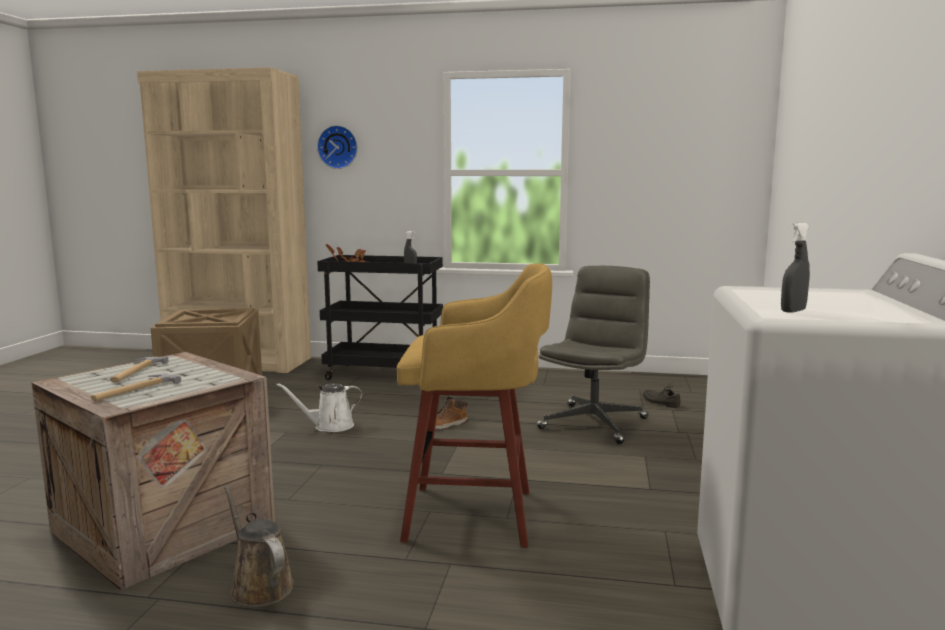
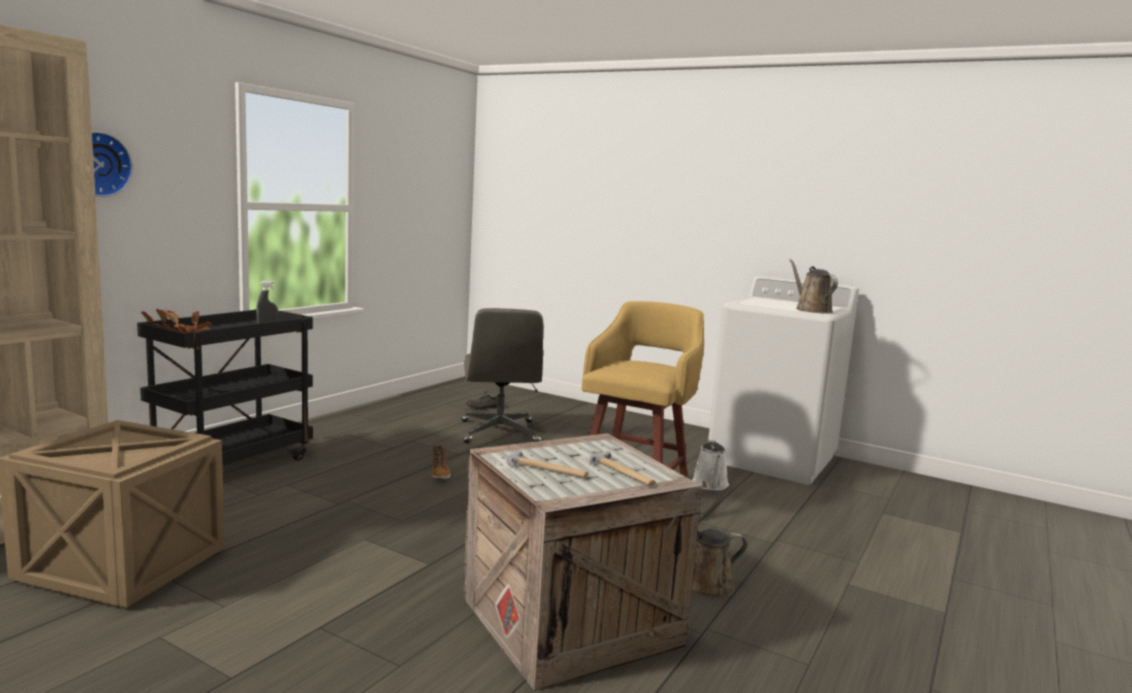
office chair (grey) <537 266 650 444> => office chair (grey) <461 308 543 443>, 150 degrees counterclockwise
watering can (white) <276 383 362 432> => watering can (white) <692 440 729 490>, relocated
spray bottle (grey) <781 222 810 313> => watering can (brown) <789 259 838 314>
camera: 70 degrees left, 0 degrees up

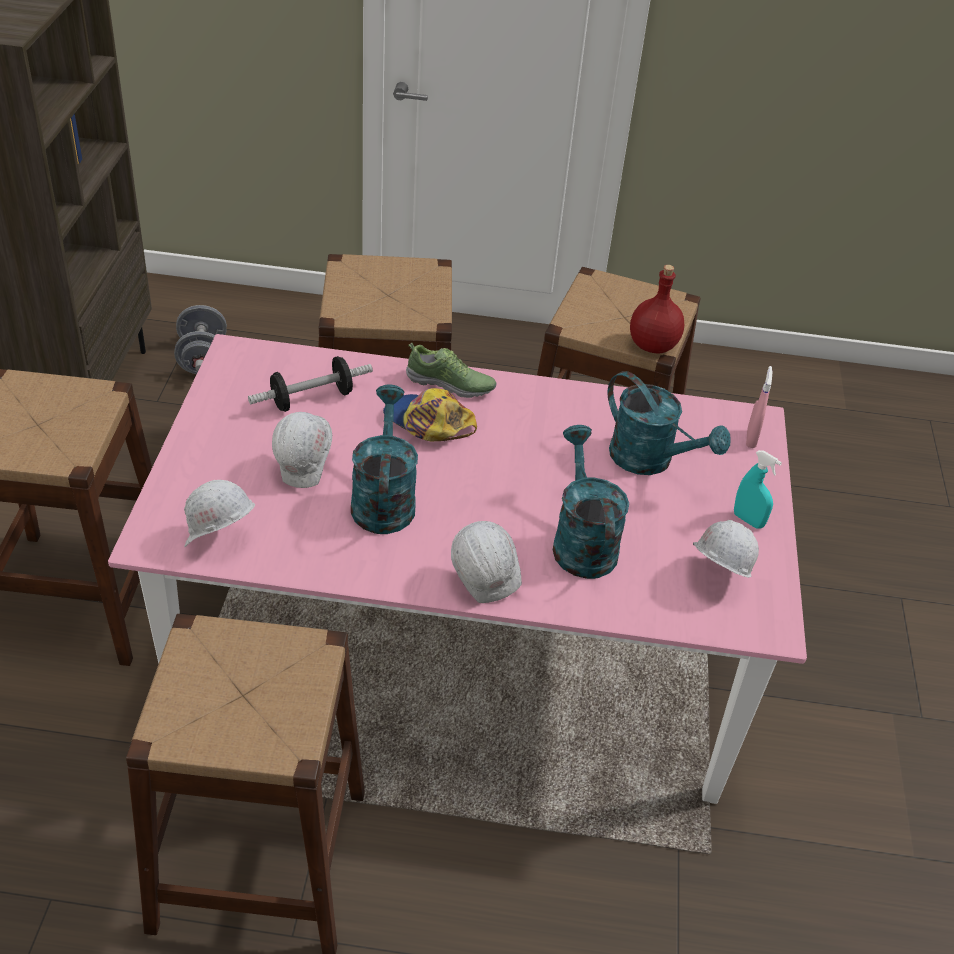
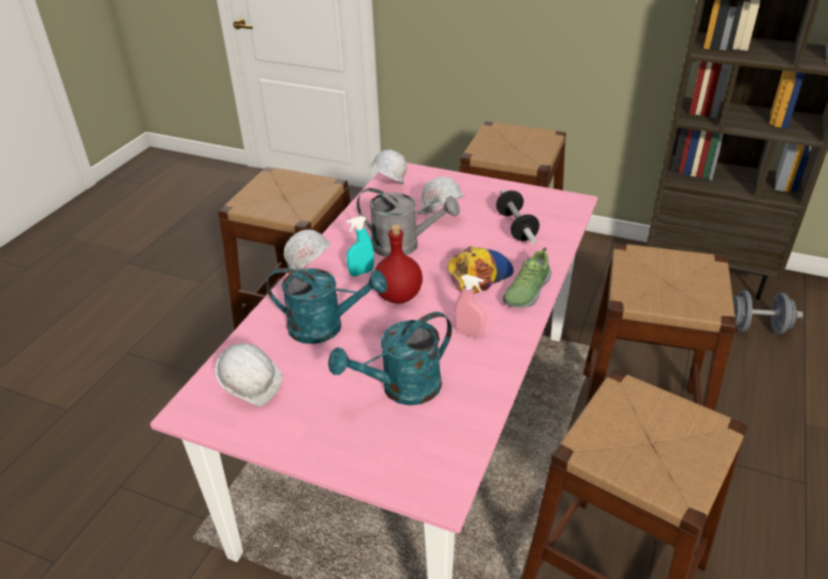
spray bottle (turquoise) <734 450 782 529> => spray bottle (turquoise) <346 216 374 276>, relocated
watering can (turquoise) <351 384 418 534> => watering can (grey) <357 188 460 257>
bottle (red) <630 265 684 354> => bottle (red) <375 224 423 304>, relocated
spray bottle (pink) <746 366 772 448> => spray bottle (pink) <455 274 486 339>, relocated
camera: 110 degrees right, 5 degrees down

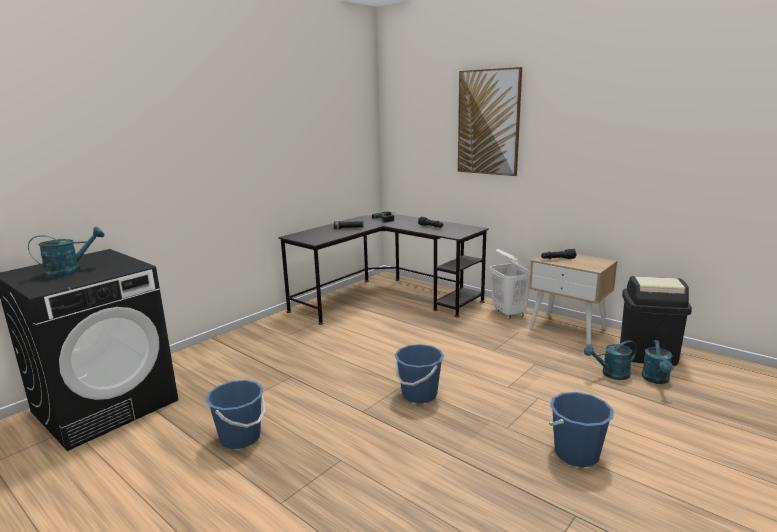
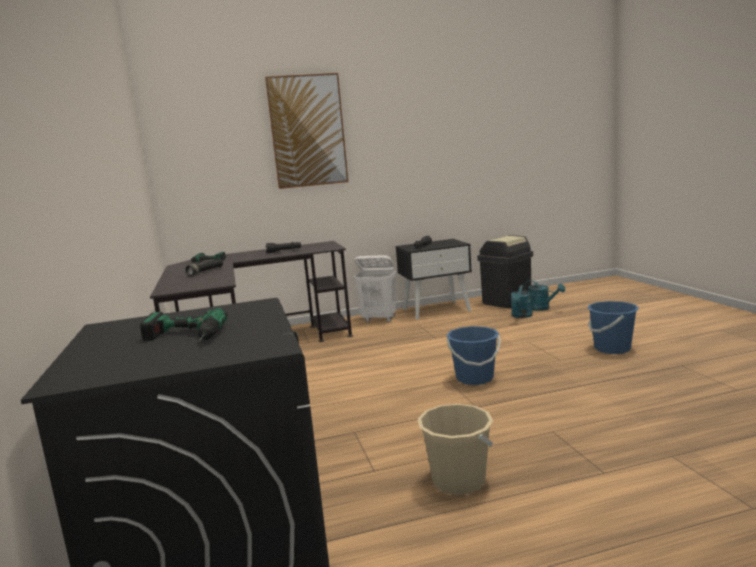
watering can (turquoise) <28 227 105 278> => power drill <140 307 227 342>
nightstand (beige) <529 250 617 344> => nightstand (black) <396 239 472 320>
bucket (blue) <205 380 265 449> => bucket (beige) <418 404 493 495>
camera: 55 degrees left, 5 degrees down

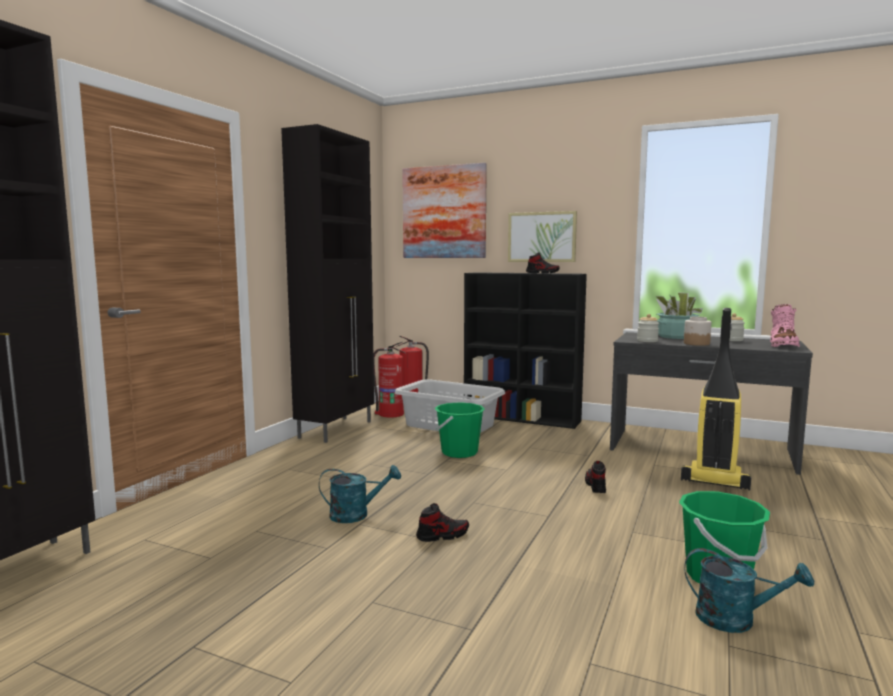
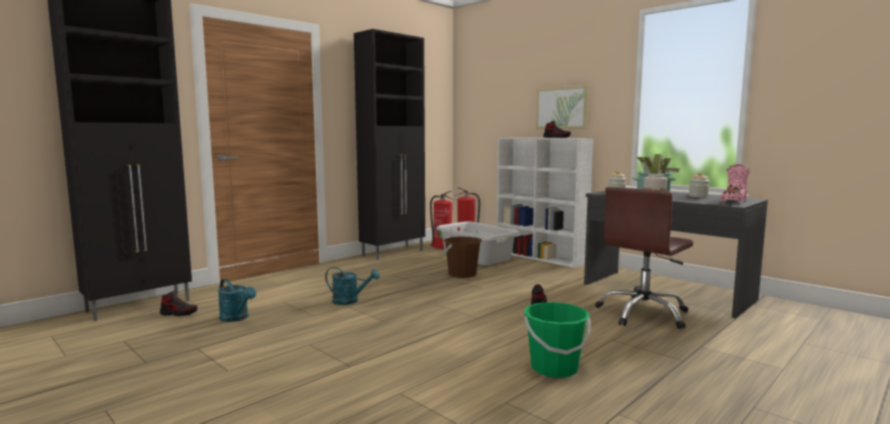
shoe <416 503 469 542> => shoe <160 291 197 316>, relocated
watering can (turquoise) <684 548 814 633> => watering can (turquoise) <218 279 256 322>, relocated
bucket (green) <435 402 485 458> => bucket (brown) <444 237 482 278>
bookcase (black) <464 272 587 429> => bookcase (white) <496 138 593 268>
vacuum cleaner <681 308 751 491> => office chair (brown) <595 187 693 329>
picture <402 163 487 258> => nothing
camera: 20 degrees right, 0 degrees up

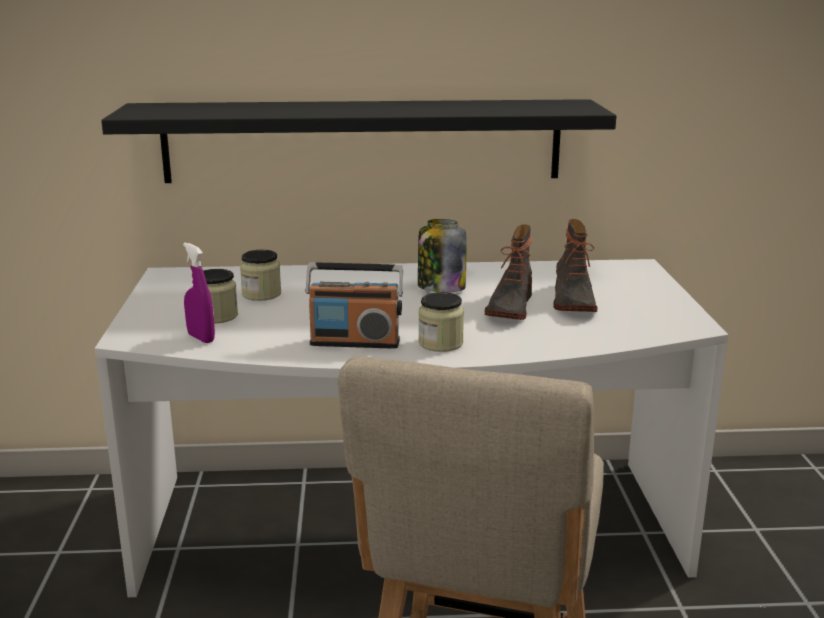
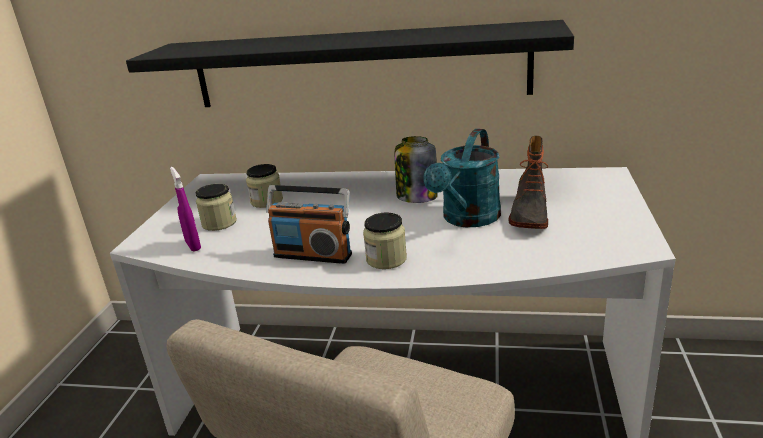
boot <485 225 532 320> => watering can (turquoise) <423 129 501 227>
camera: 15 degrees right, 5 degrees up

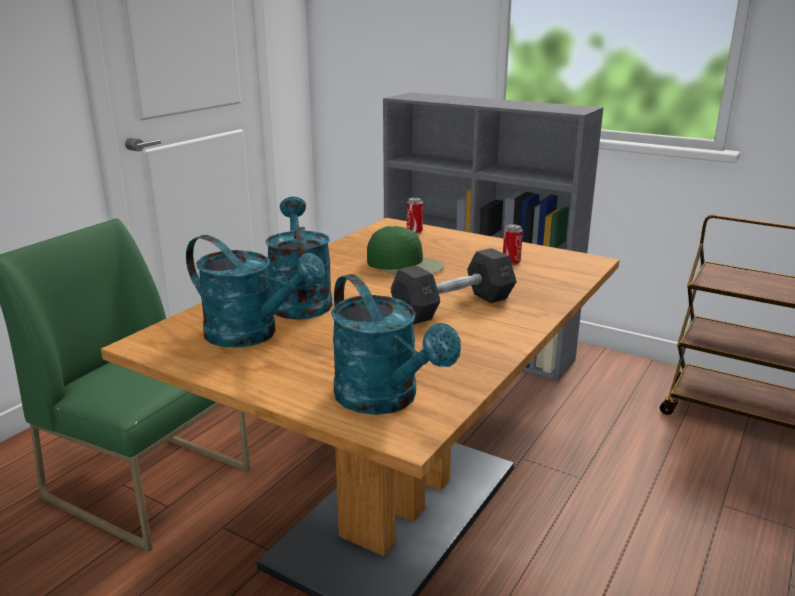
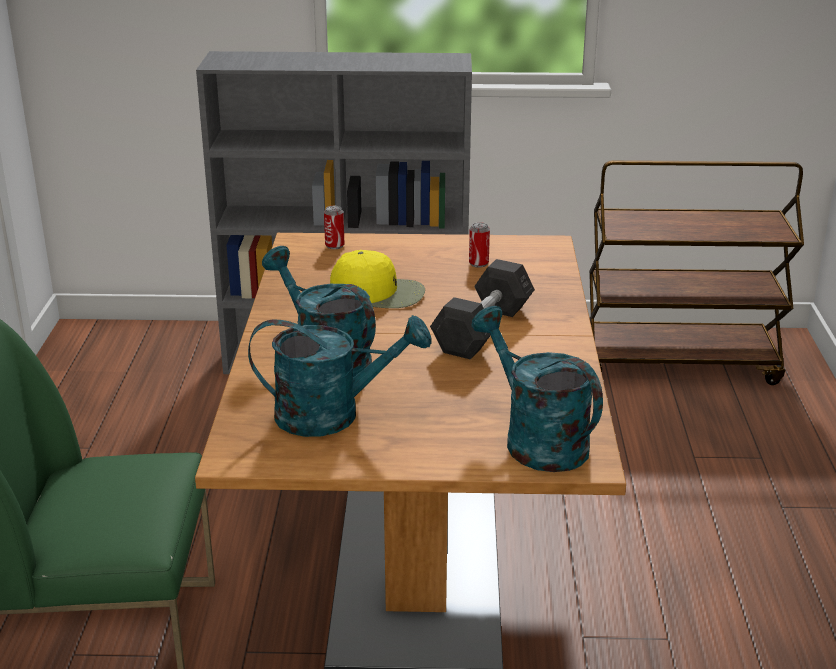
cap (green) <367 226 444 275> => cap (yellow) <330 250 425 308>
watering can (turquoise) <331 274 461 415> => watering can (turquoise) <471 306 603 472>, 150 degrees counterclockwise
camera: 30 degrees left, 5 degrees up

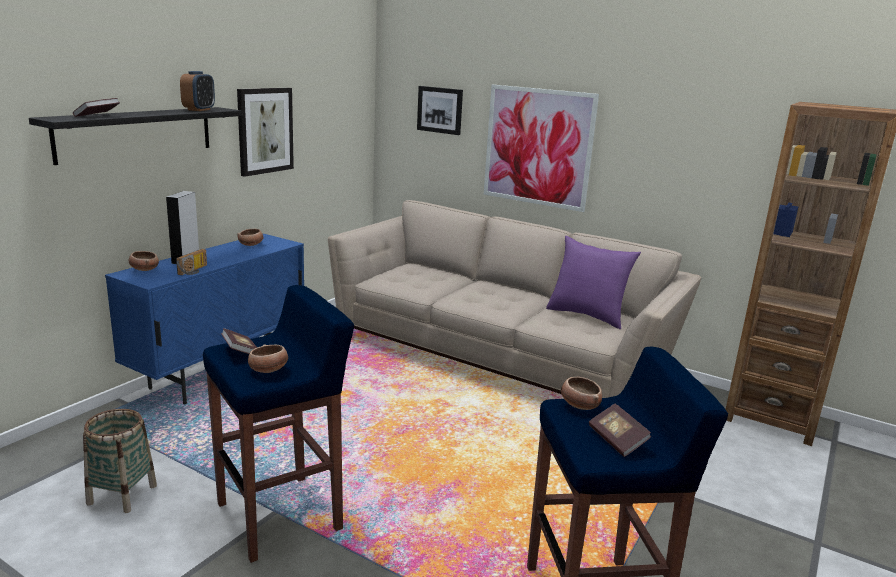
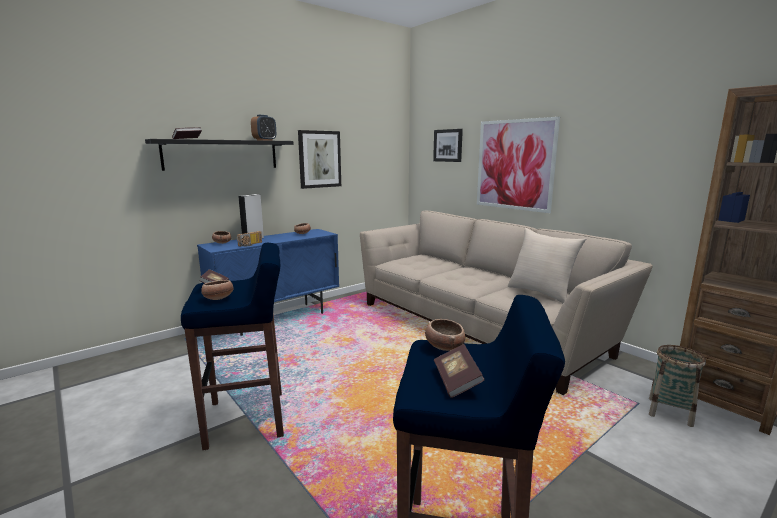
pillow (purple) <546 236 641 329> => pillow (beige) <508 228 586 303>
basket <83 409 157 513> => basket <649 345 706 427>, relocated
camera: 20 degrees right, 5 degrees down

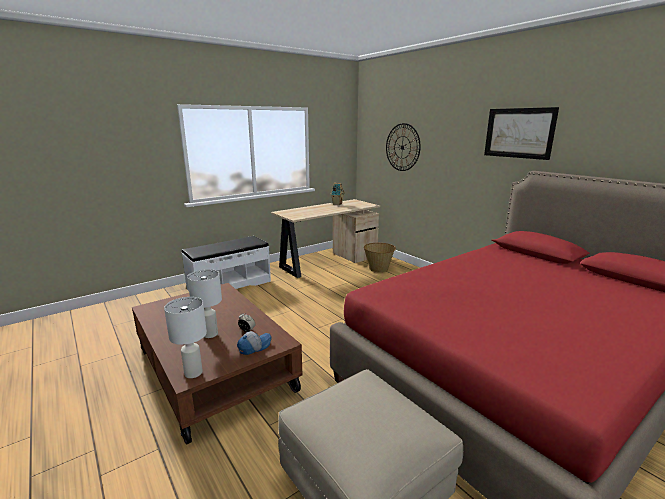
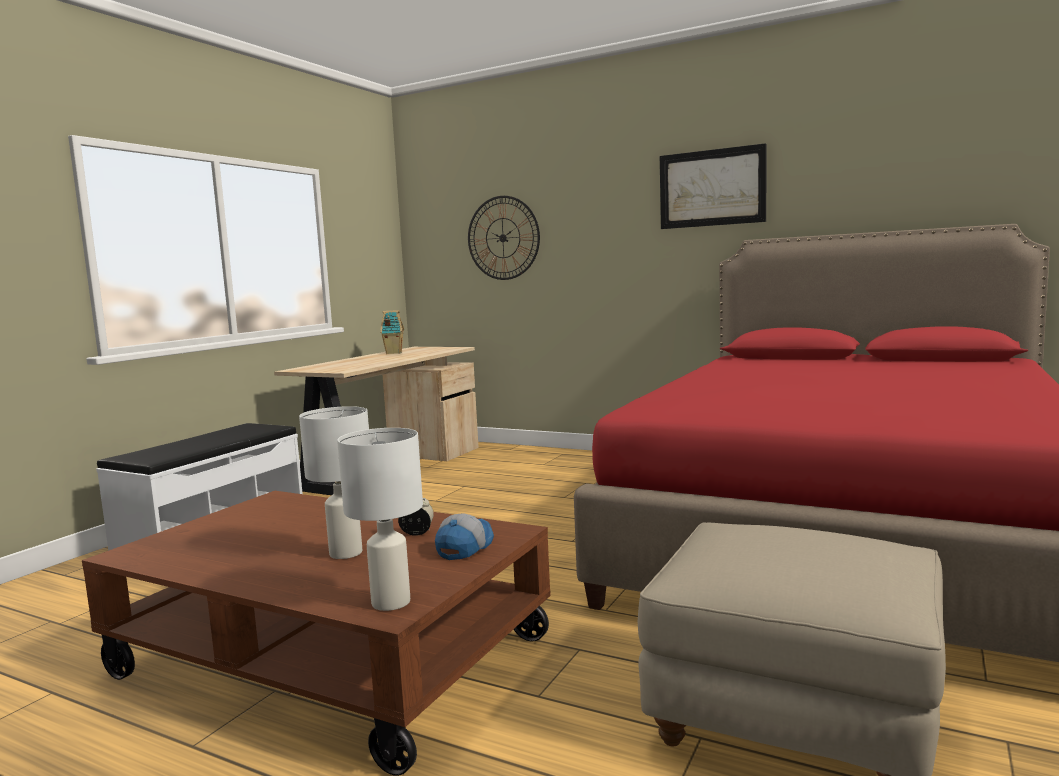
basket <364 243 396 272> => nothing
camera: 25 degrees left, 10 degrees down

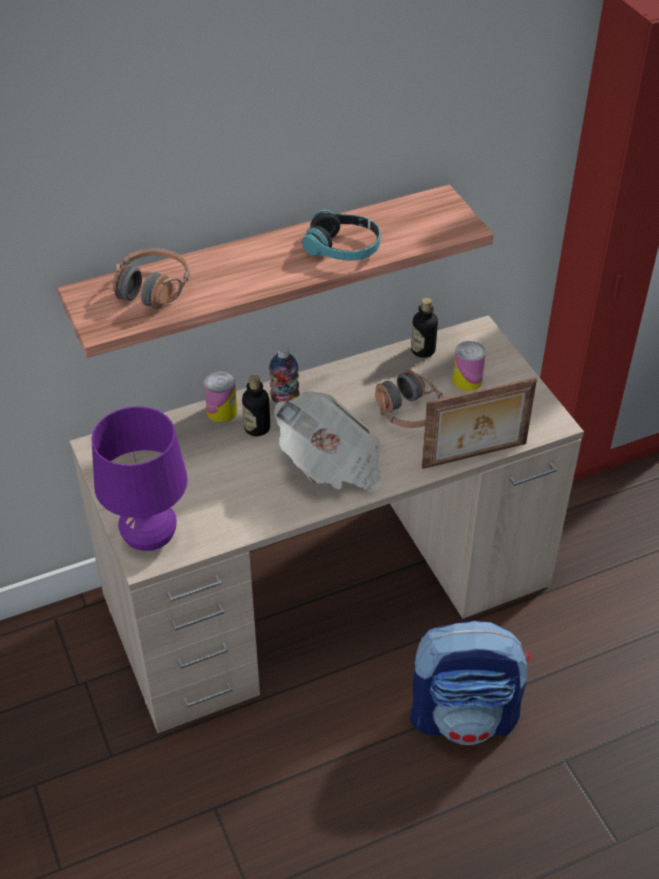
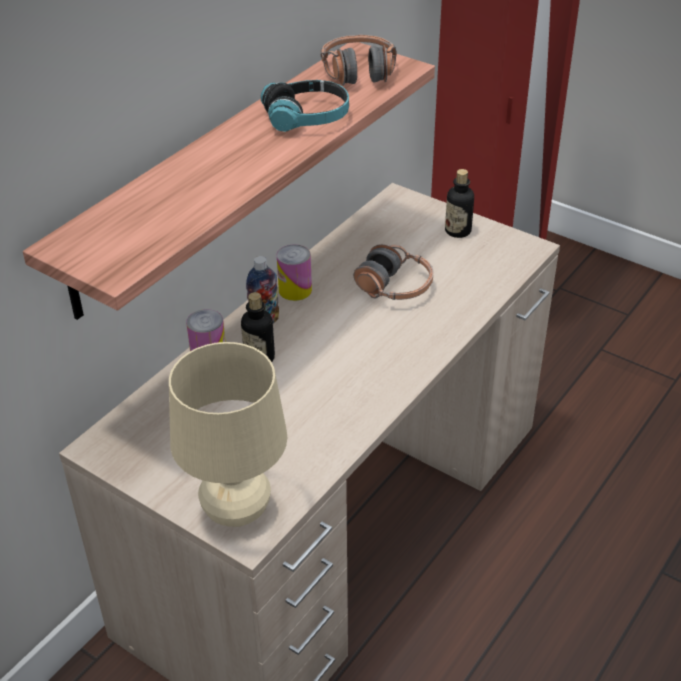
table lamp (purple) <91 406 188 551> => table lamp (beige) <169 342 288 527>
can <453 341 486 391> => can <277 244 312 301>, relocated
headphones <113 248 190 309> => headphones <321 35 397 86>, relocated
bottle <411 297 438 358> => bottle <445 169 474 238>, relocated
newspaper <274 392 381 492> => nothing
backpack <410 621 530 745> => nothing
picture frame <422 377 537 469> => nothing
camera: 30 degrees left, 5 degrees down

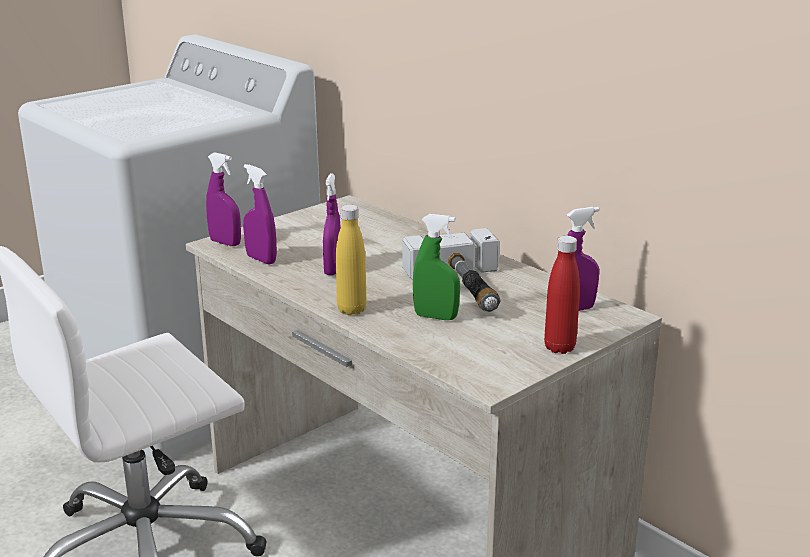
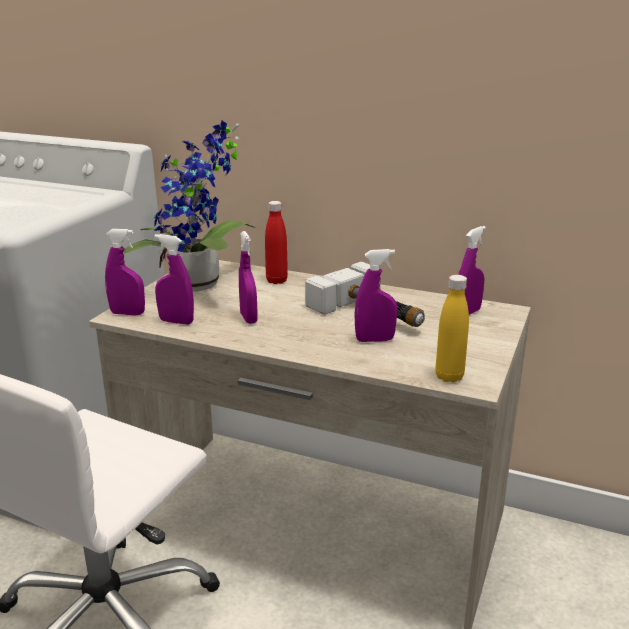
nothing => potted plant <123 121 255 292>
bottle (red) <544 236 580 354> => bottle (red) <265 201 288 284>, relocated
spray bottle (green) <413 214 460 320> => spray bottle (purple) <354 249 397 342>
bottle (yellow) <336 205 366 315> => bottle (yellow) <435 275 469 383>, relocated
camera: 25 degrees left, 0 degrees up

